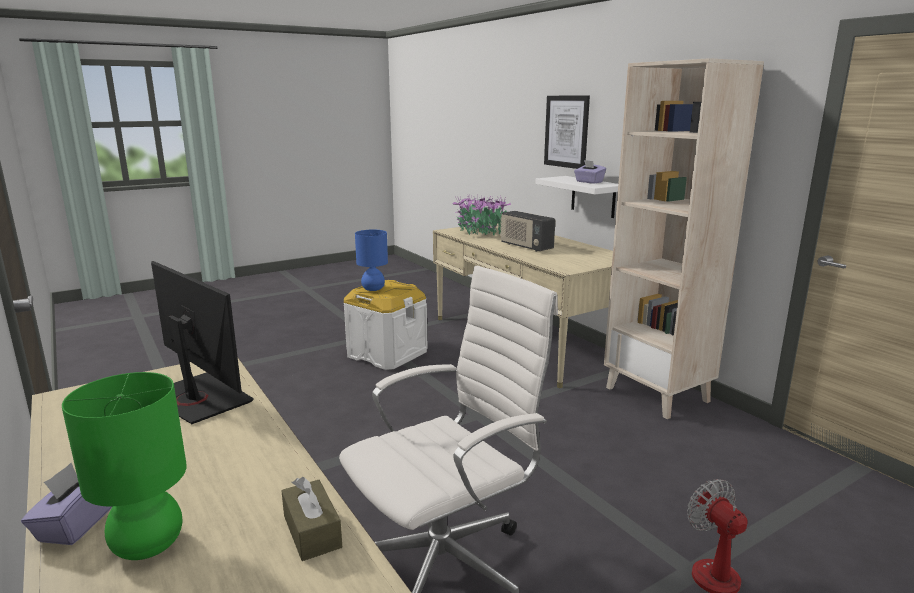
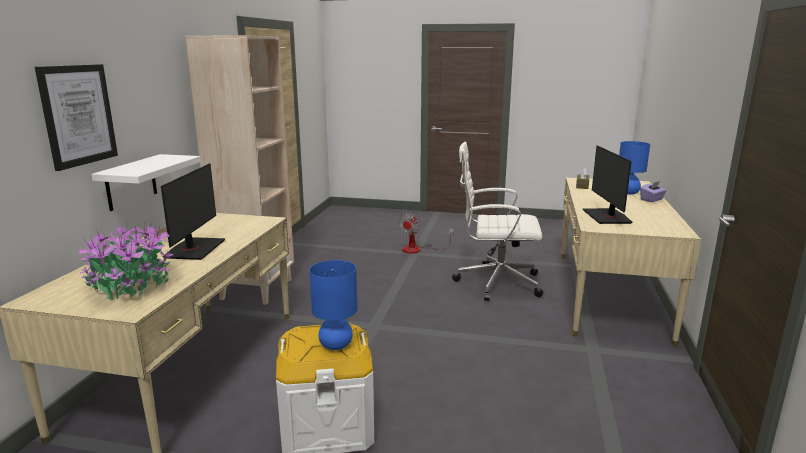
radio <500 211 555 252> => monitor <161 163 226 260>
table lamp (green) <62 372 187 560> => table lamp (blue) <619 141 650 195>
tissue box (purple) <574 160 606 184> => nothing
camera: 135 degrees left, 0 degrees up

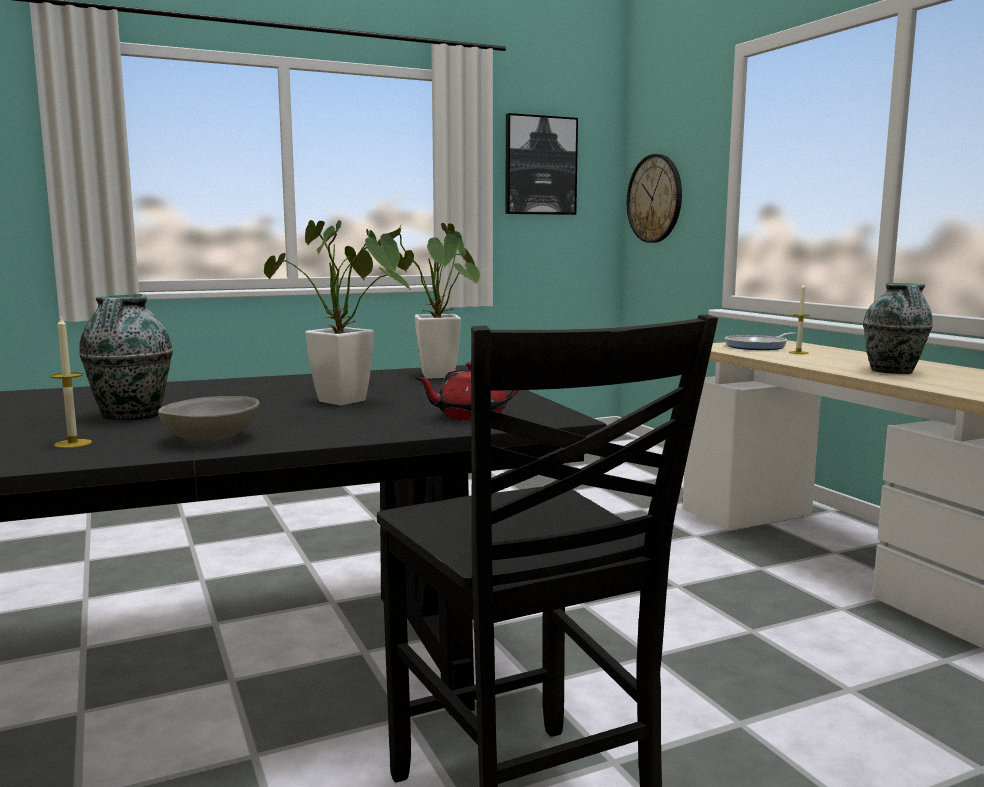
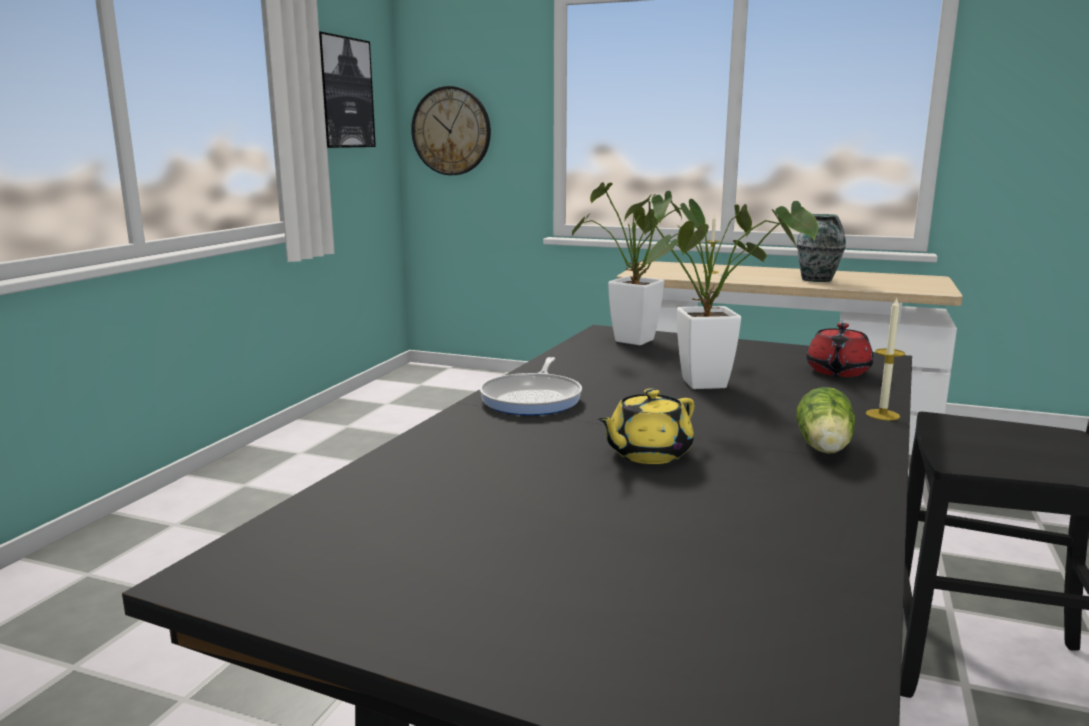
frying pan <725 332 796 350> => frying pan <480 357 582 415>, relocated
vase <79 294 173 421> => teapot (yellow) <598 388 694 464>
bowl (grey) <158 396 260 441> => lettuce <796 387 855 454>
candle <50 317 92 448> => candle <866 298 905 421>, relocated
camera: 45 degrees left, 5 degrees up

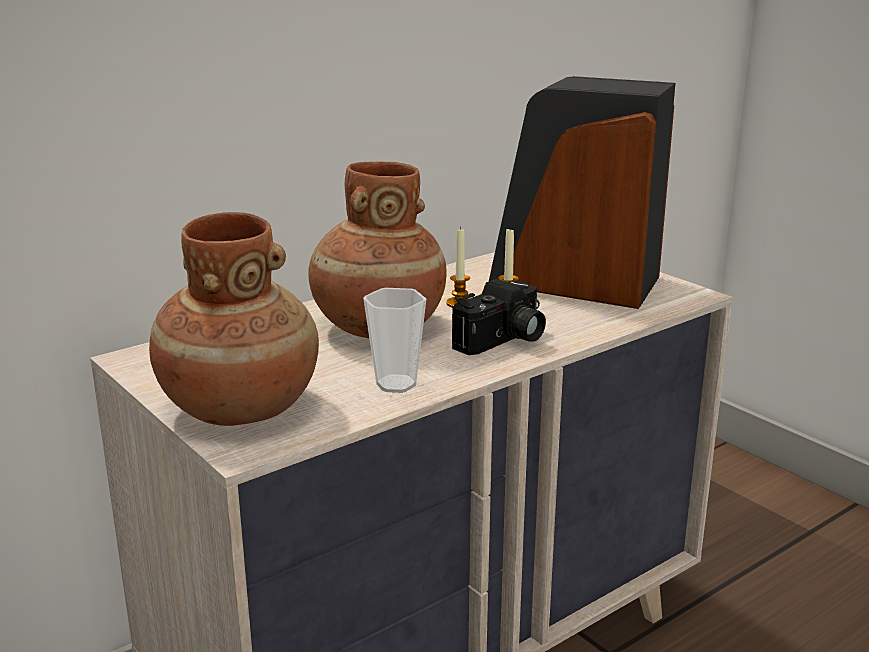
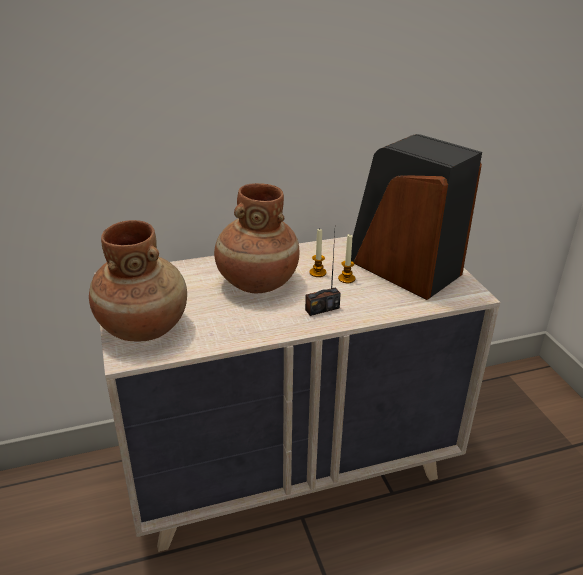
photo camera <452 279 546 355> => radio <305 234 341 316>
cup <363 288 426 393> => nothing
camera: 20 degrees right, 10 degrees up

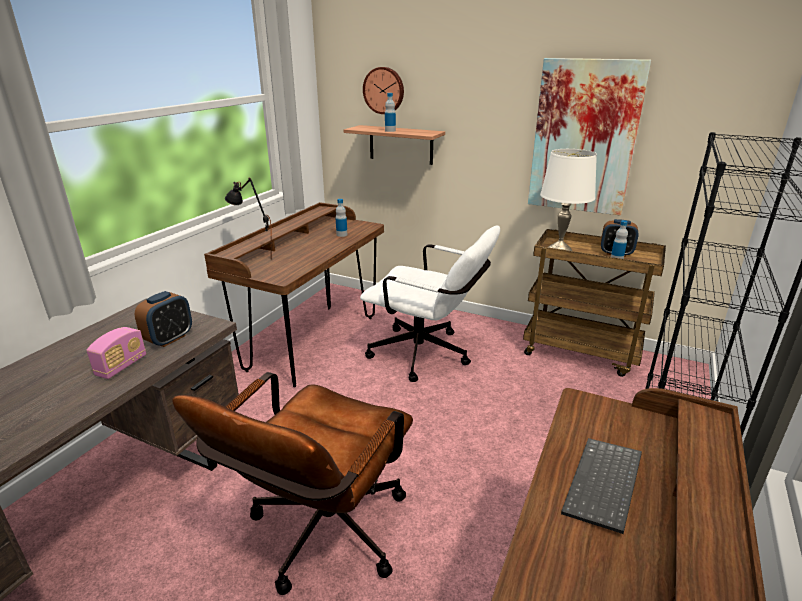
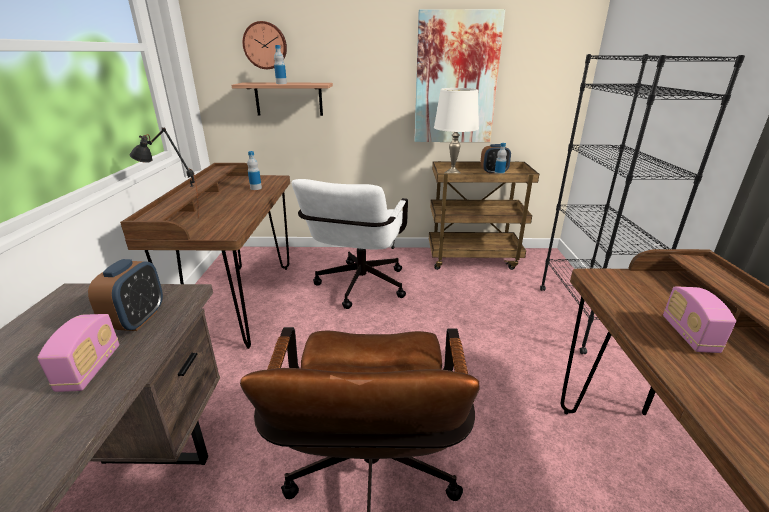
office chair (white) <360 225 500 382> => office chair (white) <292 179 408 309>, 105 degrees clockwise
keyboard <561 438 642 534> => radio <663 286 736 353>
camera: 25 degrees left, 0 degrees up

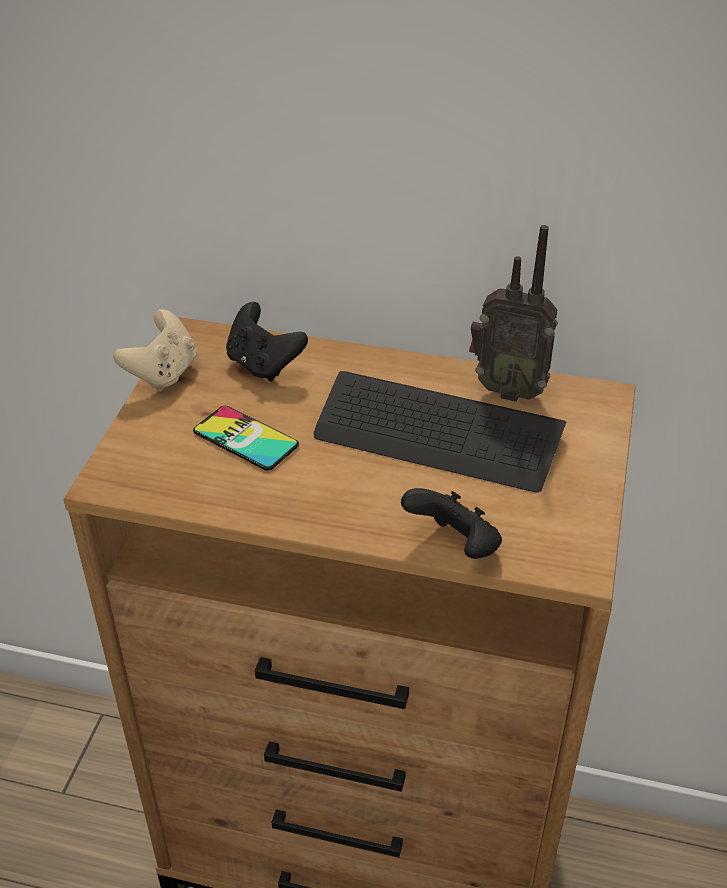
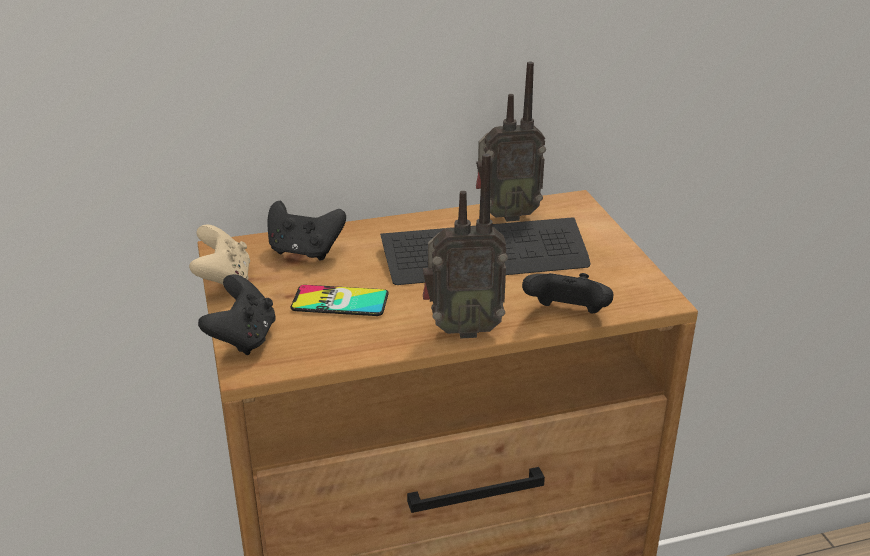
nothing => game controller (black) <198 274 276 355>
nothing => radio <423 153 508 339>
camera: 30 degrees left, 10 degrees down

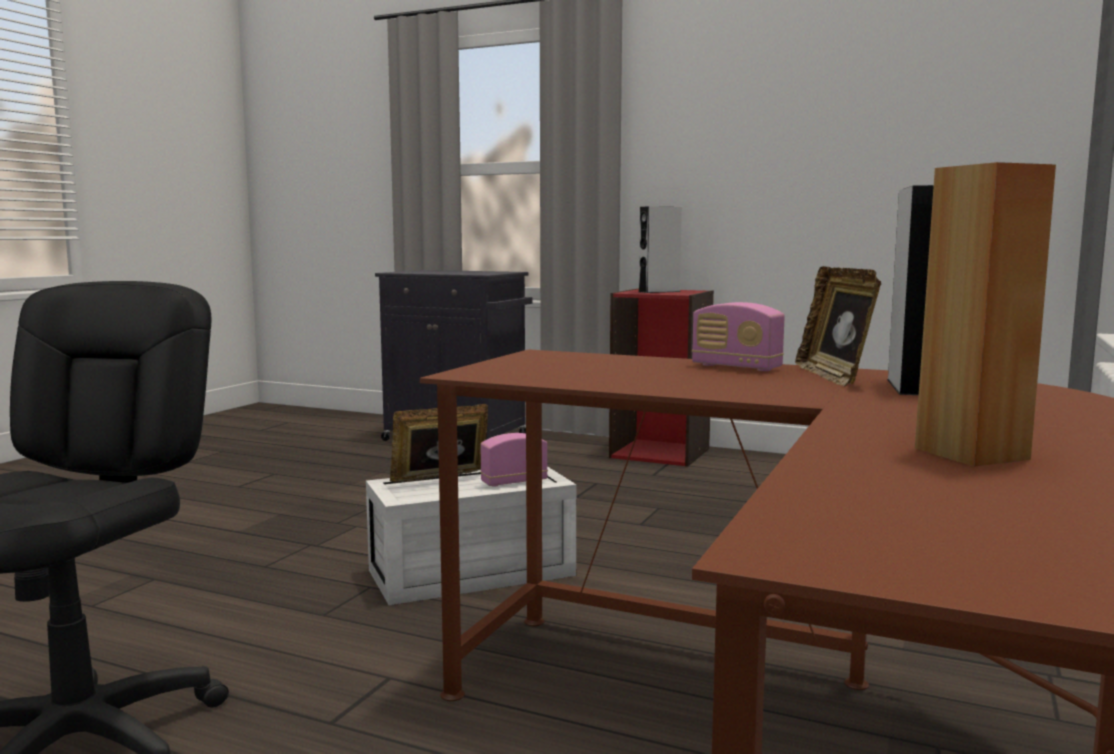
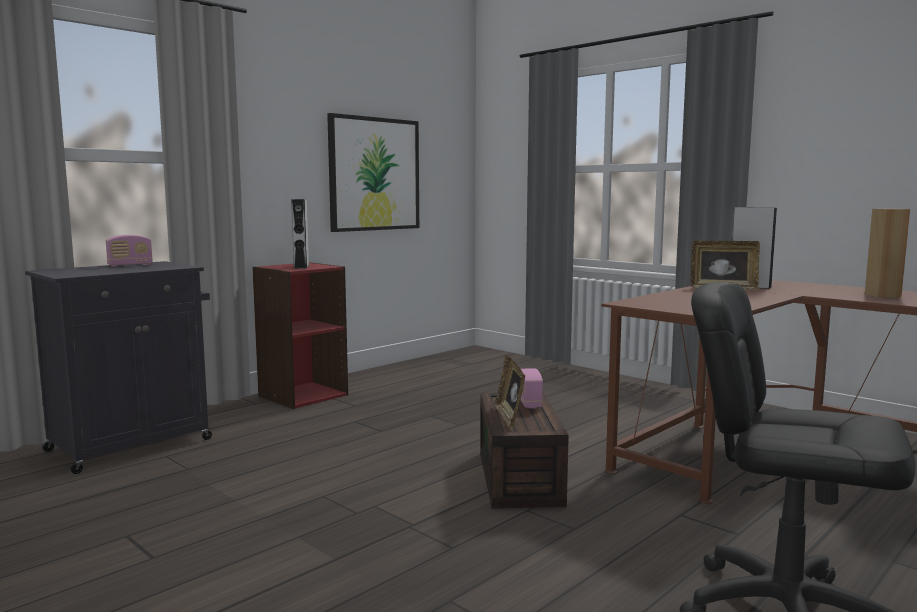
radio <692 302 785 371> => radio <106 235 153 267>, relocated
nothing => picture <327 113 419 232>
storage box (white) <366 466 576 605> => storage box (brown) <480 393 569 508>
camera: 70 degrees left, 0 degrees up

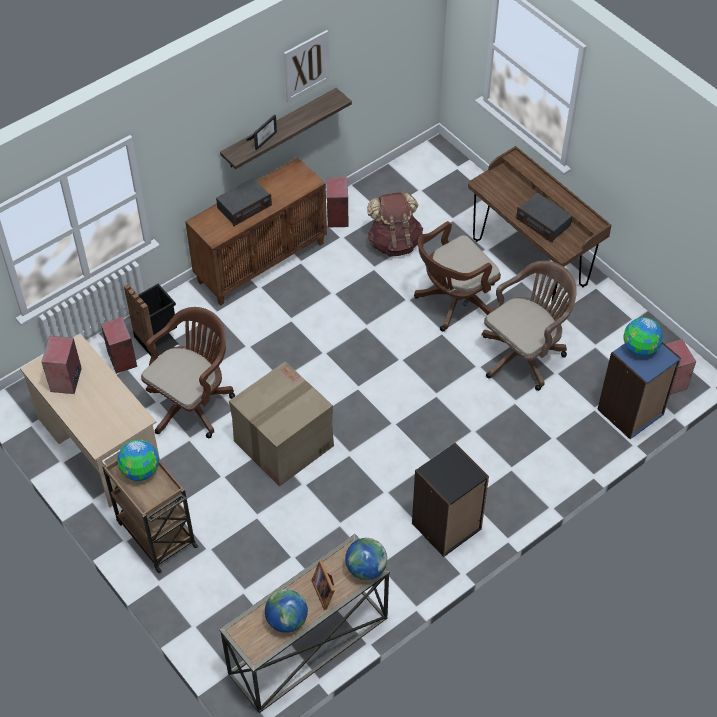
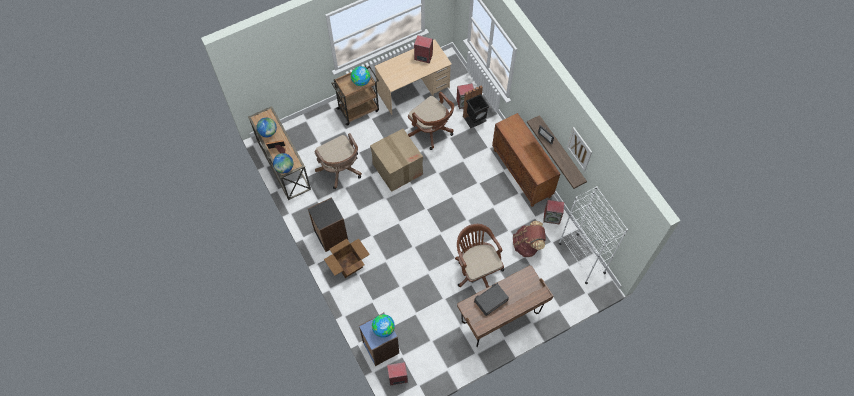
office chair (brown) <482 261 577 391> => office chair (brown) <315 133 362 189>, relocated
nothing => cardboard box <324 239 370 278>
nothing => bookcase (white) <559 186 628 284>
radio <216 178 272 227> => nothing
camera: 100 degrees right, 10 degrees up

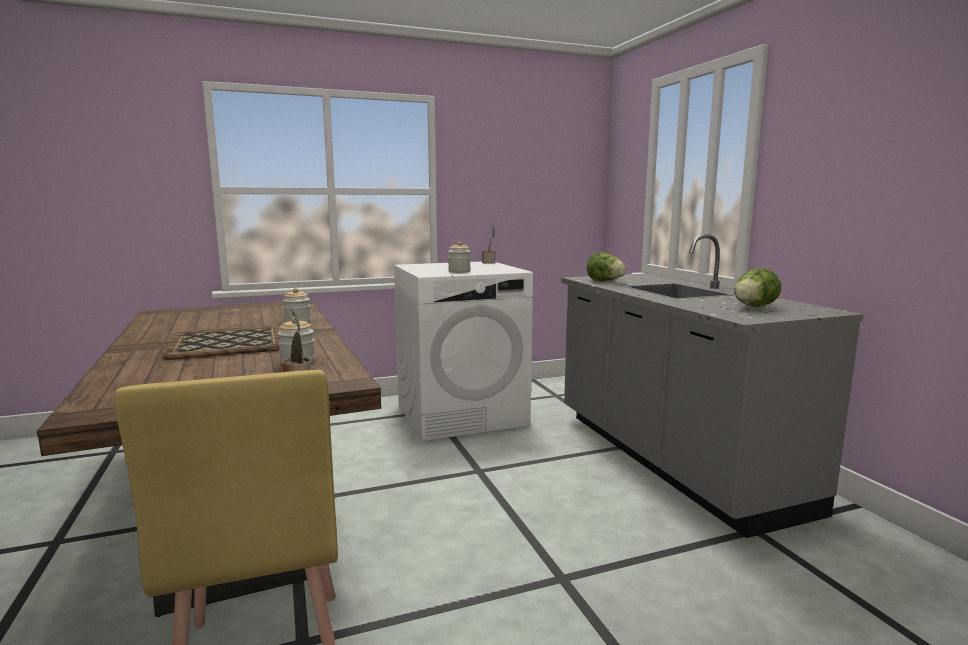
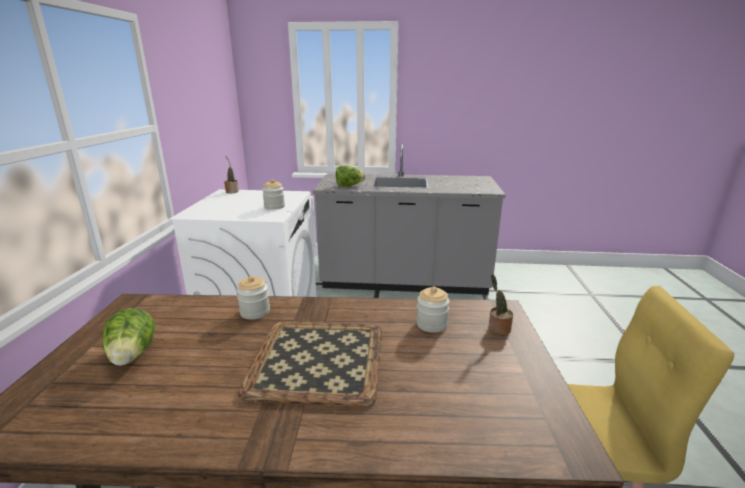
lettuce <734 269 781 307> => lettuce <102 308 156 366>, relocated
camera: 65 degrees left, 10 degrees up

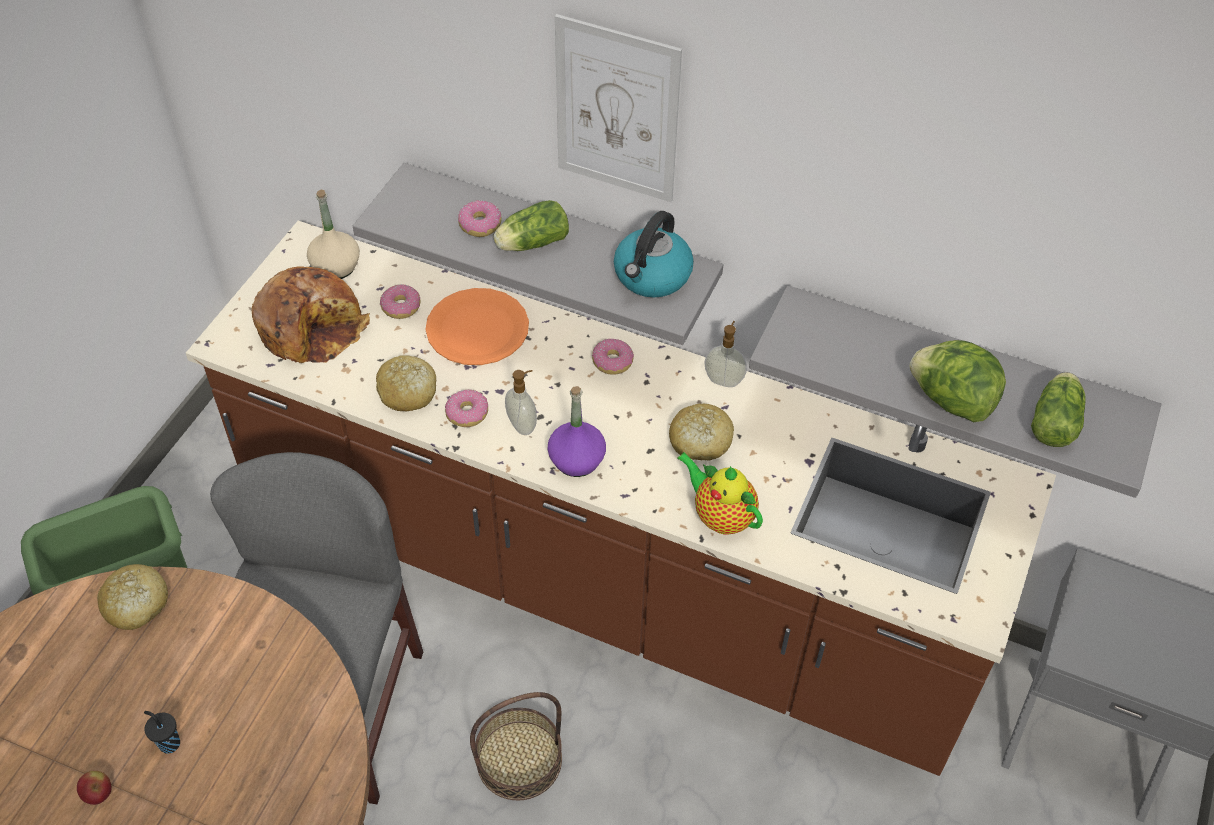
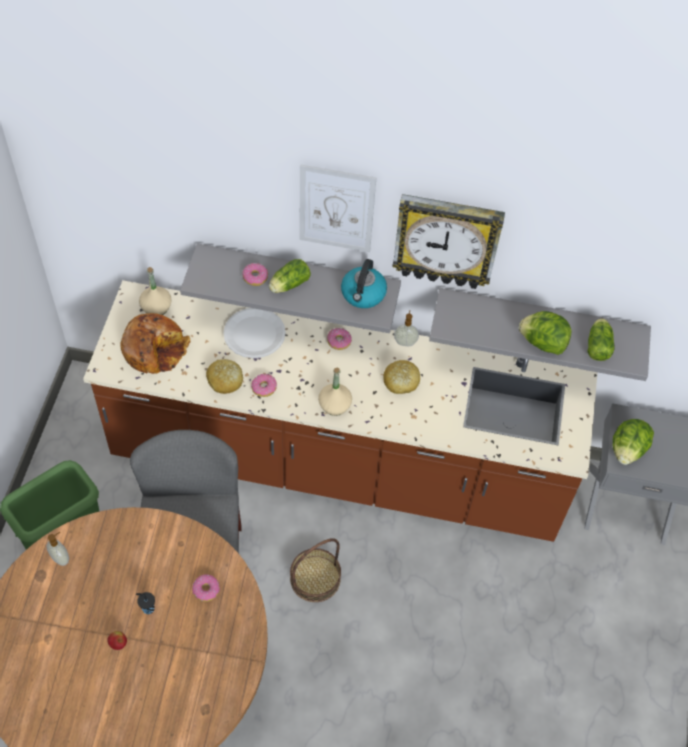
soap dispenser <505 370 537 435> => soap dispenser <46 532 69 566>, relocated
donut <380 284 421 319> => donut <192 574 220 602>, relocated
plate (orange) <425 288 529 365> => plate (white) <223 308 286 358>
bottle (purple) <548 386 606 477> => bottle (beige) <318 368 352 416>
nothing => wall clock <392 194 505 289>
nothing => lettuce <612 419 654 465>
bread <97 564 168 630> => nothing
teapot <677 452 763 534> => nothing
camera: 15 degrees left, 5 degrees up

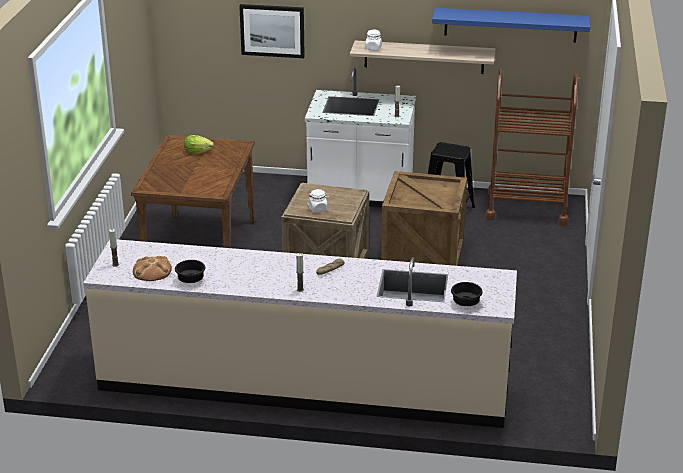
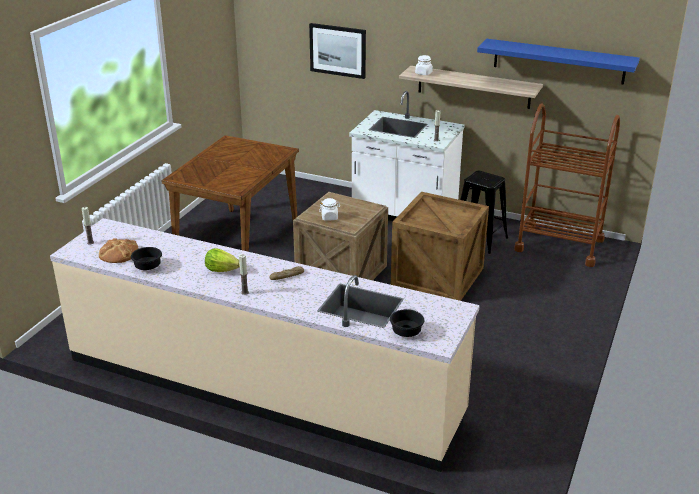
lettuce <184 135 214 154> => lettuce <205 248 240 272>, relocated
camera: 15 degrees right, 0 degrees up

